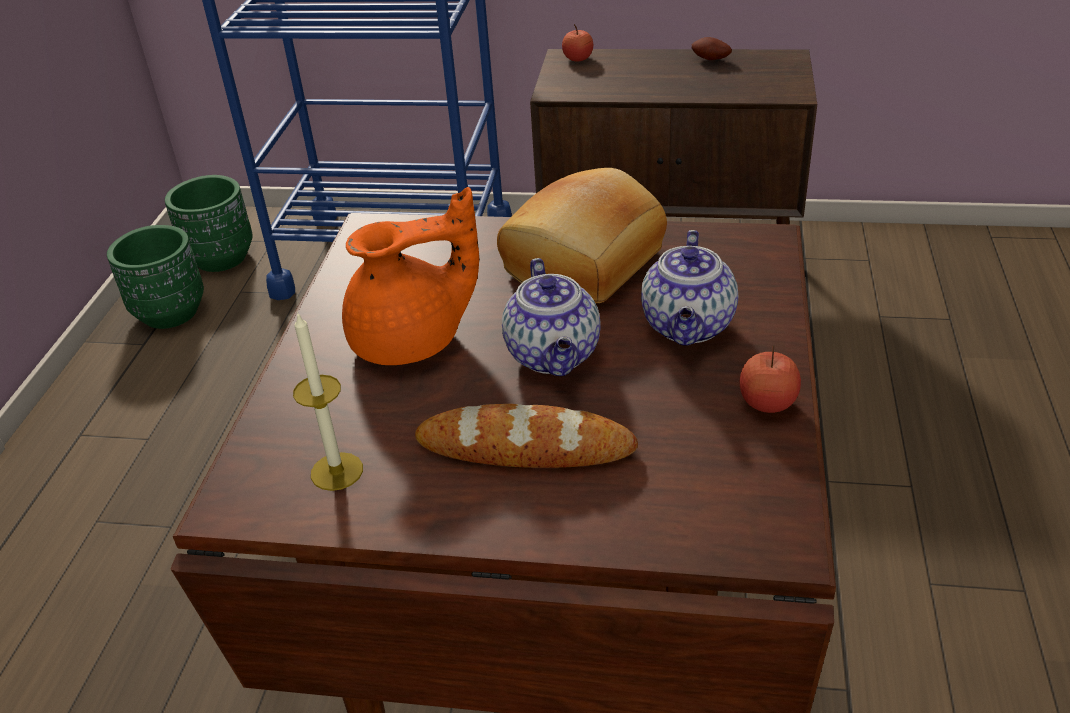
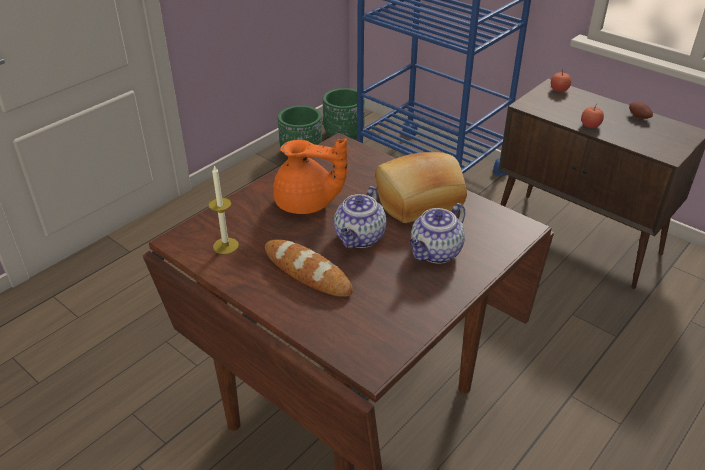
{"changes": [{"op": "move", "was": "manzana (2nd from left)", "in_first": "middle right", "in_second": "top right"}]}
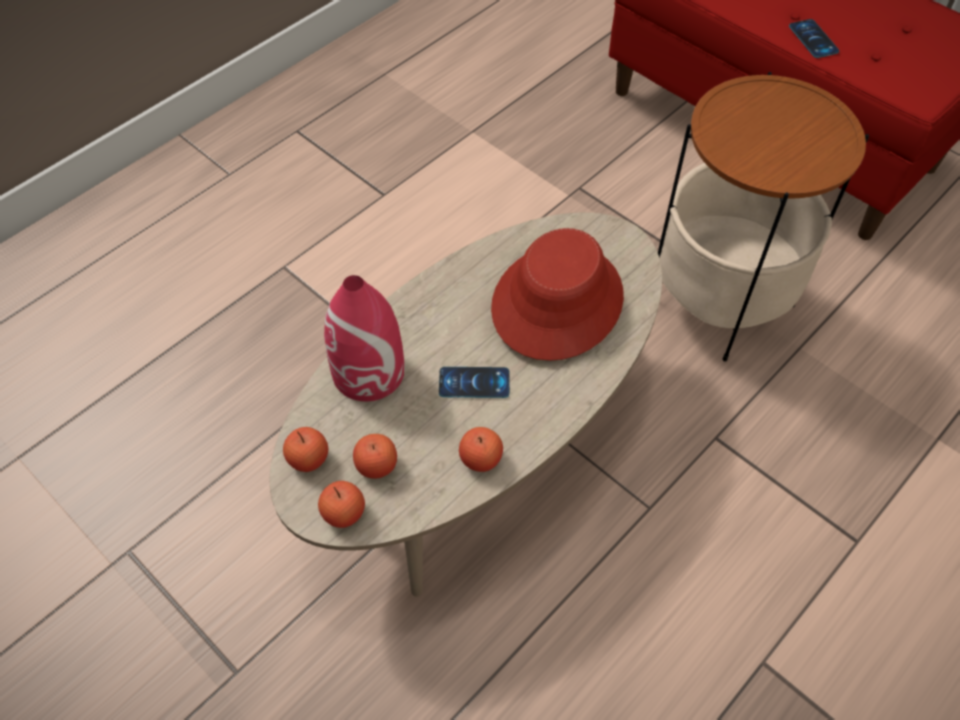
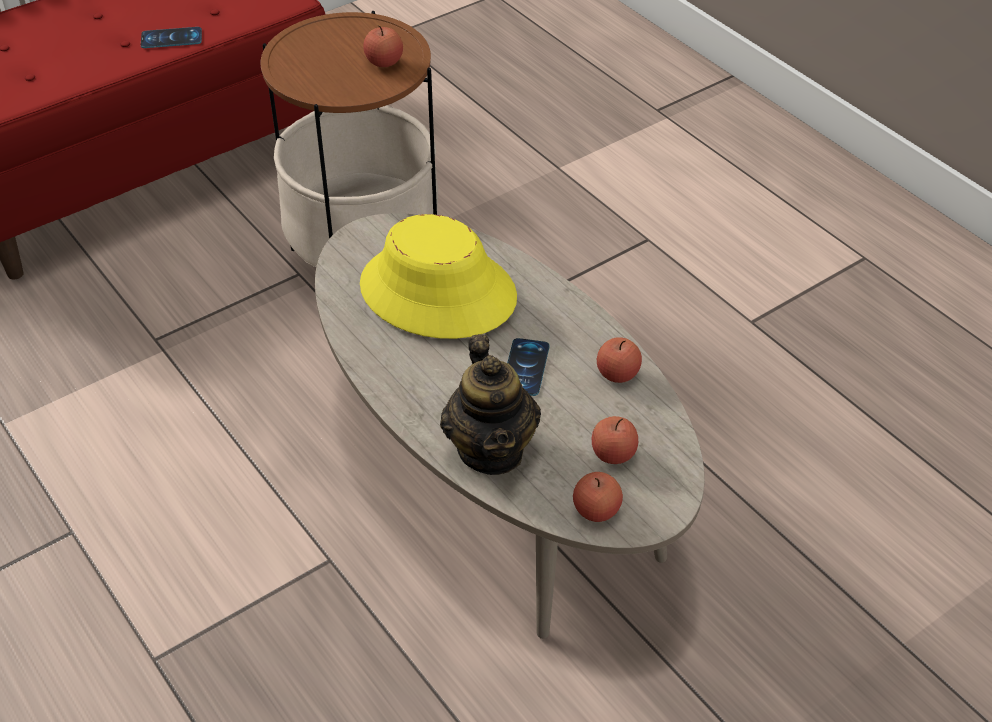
{"changes": [{"op": "recolor", "was": "sombrero/rojo", "now": "sombrero/amarillo", "in_first": "centre", "in_second": "centre"}, {"op": "replace", "was": "florero/rojo", "now": "tetera", "in_first": "centre", "in_second": "centre"}, {"op": "move", "was": "manzana (2nd from left in the first image)", "now": "manzana (1st from left)", "in_first": "bottom centre", "in_second": "top centre"}]}
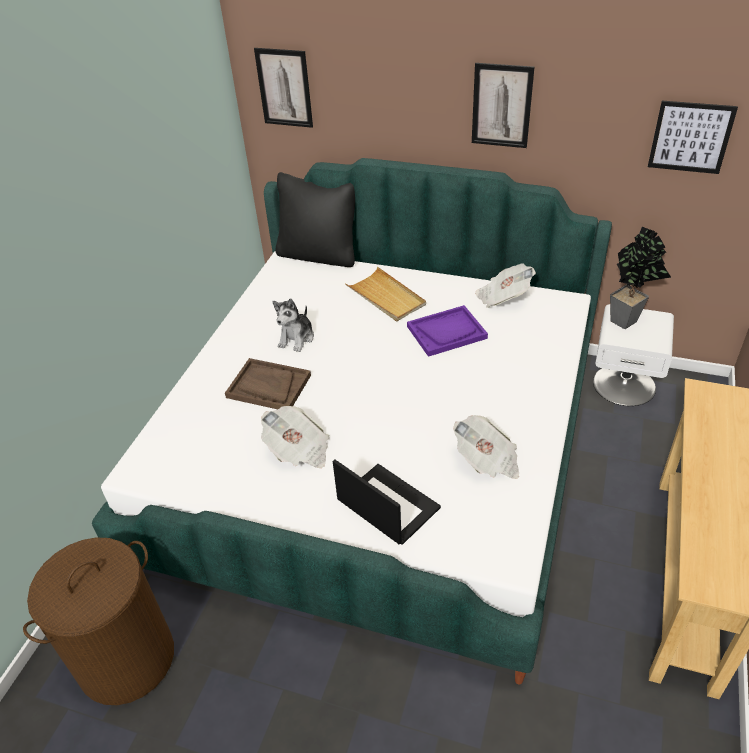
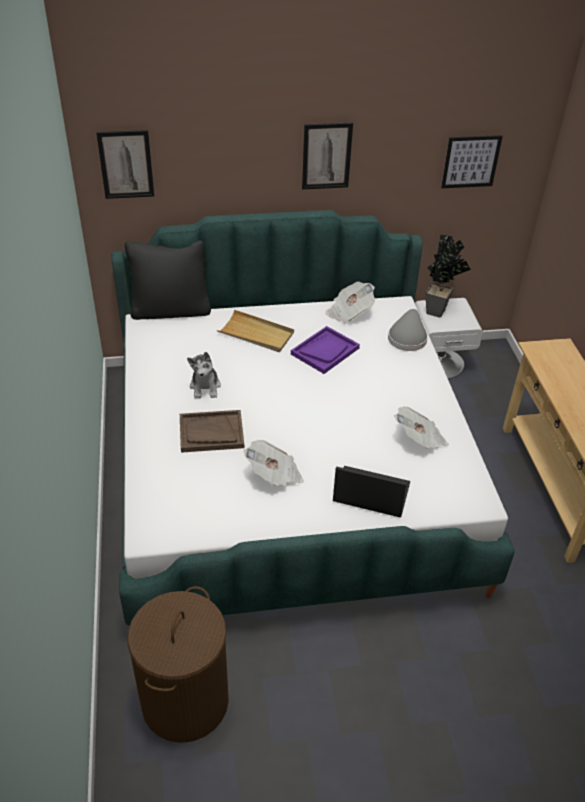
{"changes": [{"op": "insert", "now": "sombrero/gris", "in_second": "middle right"}]}
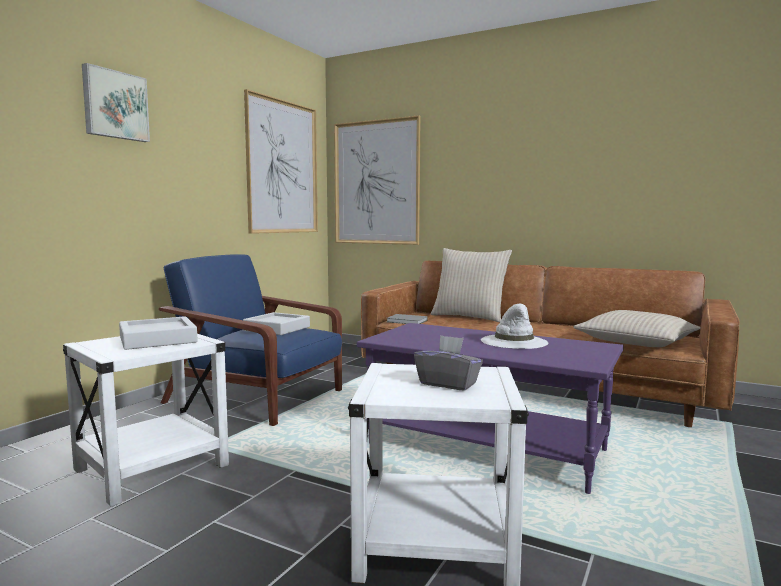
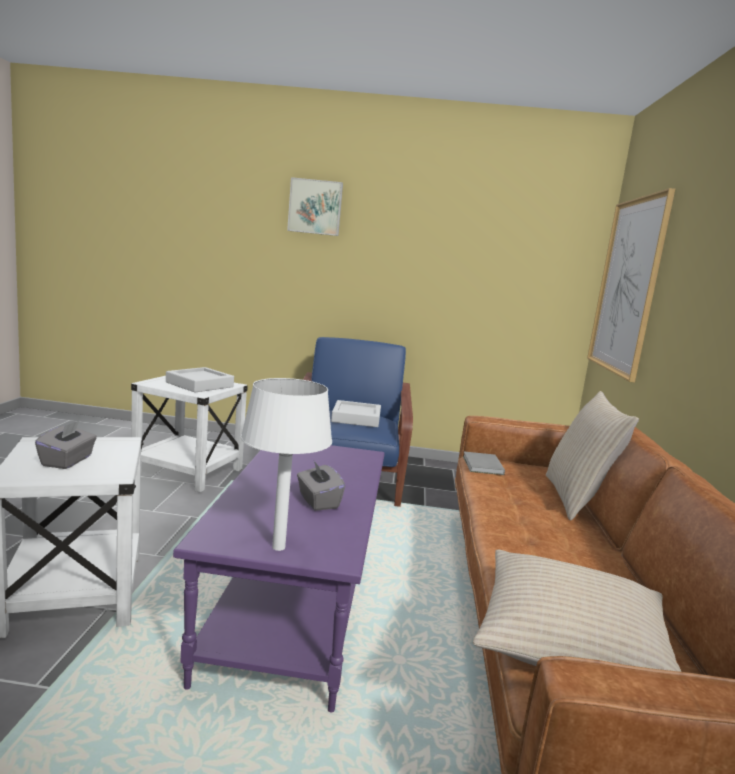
{"changes": [{"op": "delete", "was": "cuadro (2nd from left)", "in_first": "top centre"}, {"op": "replace", "was": "sombrero/blanco", "now": "caja de pañuelos/gris (2nd from left)", "in_first": "centre", "in_second": "centre"}, {"op": "insert", "now": "lámpara de mesa/blanco", "in_second": "centre"}]}
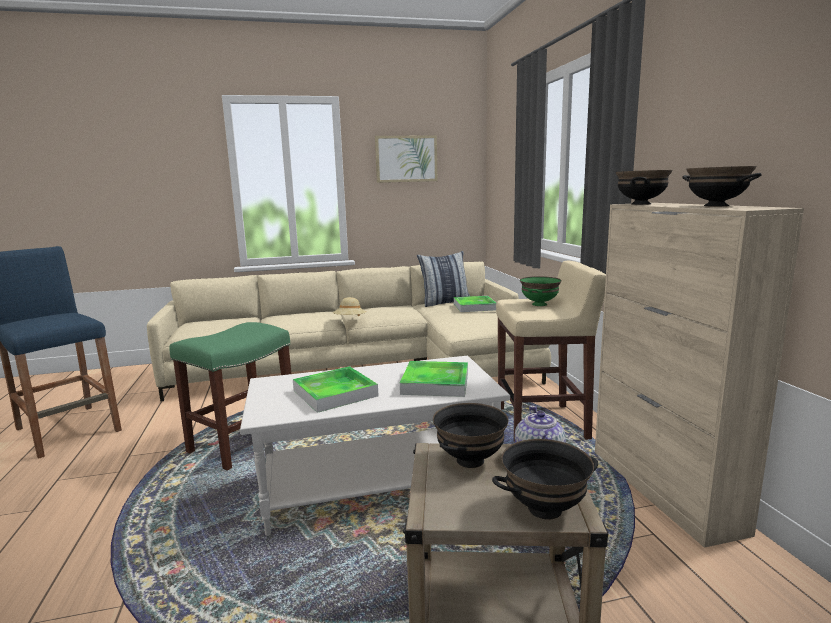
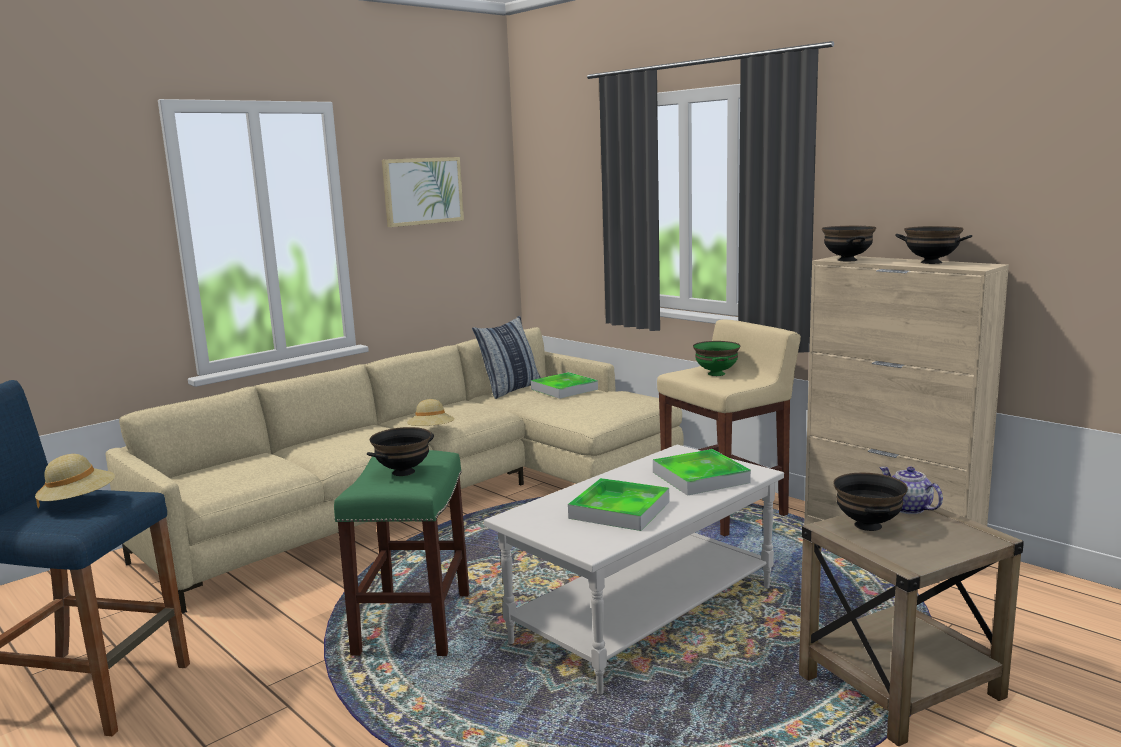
{"changes": [{"op": "move", "was": "cuenco/negro (2nd from left in the first image)", "now": "cuenco/negro (1st from left)", "in_first": "bottom centre", "in_second": "centre"}, {"op": "insert", "now": "sombrero/beis (1st from left)", "in_second": "middle left"}]}
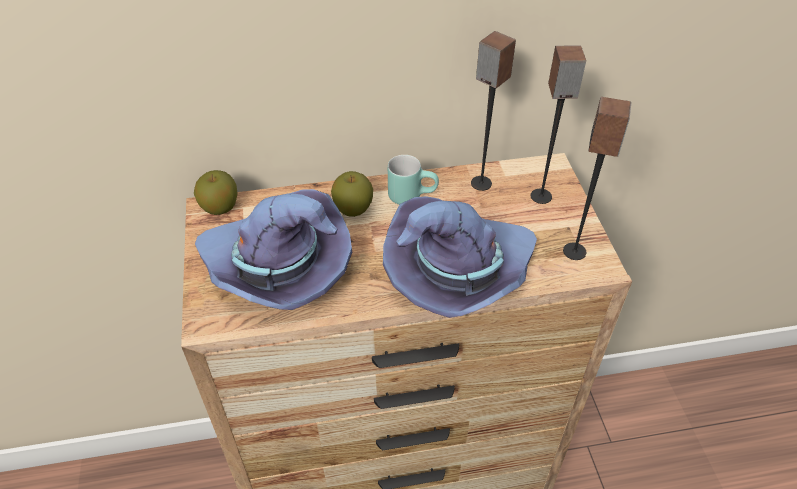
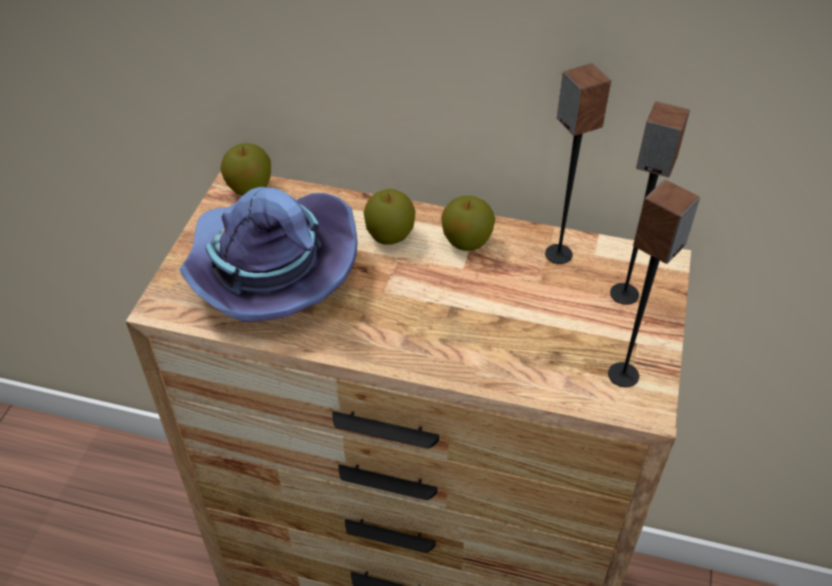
{"changes": [{"op": "replace", "was": "taza grande/turquesa", "now": "manzana (3rd from left)", "in_first": "centre", "in_second": "centre"}, {"op": "delete", "was": "sombrero/morado (2nd from left)", "in_first": "centre"}]}
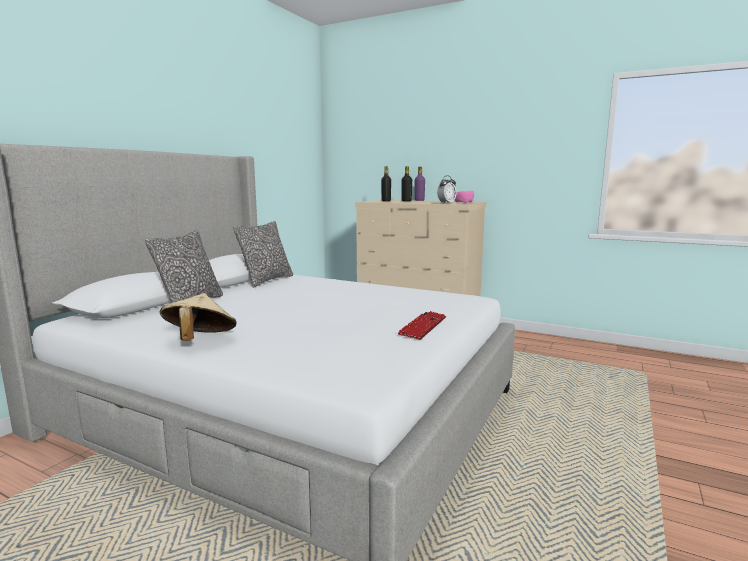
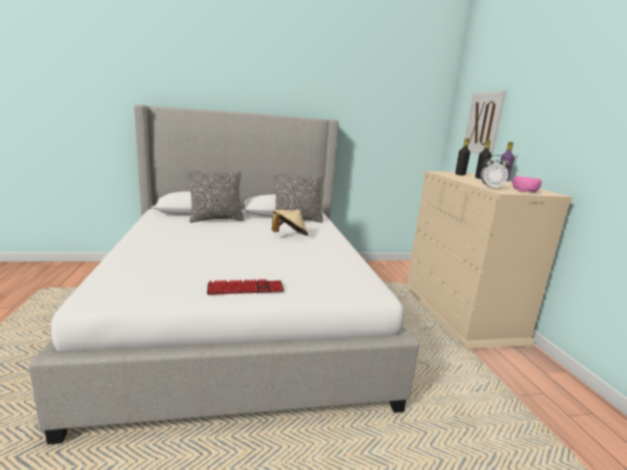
{"changes": [{"op": "move", "was": "sombrero/beis", "in_first": "middle left", "in_second": "centre"}, {"op": "insert", "now": "cuadro", "in_second": "top right"}]}
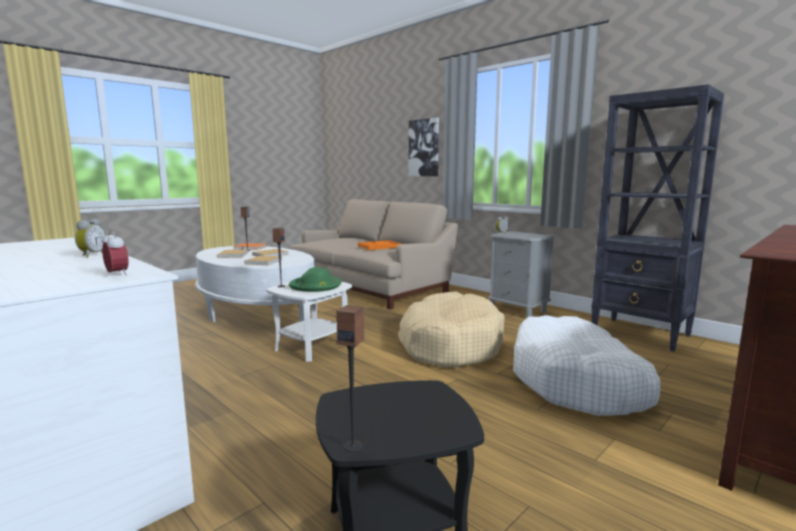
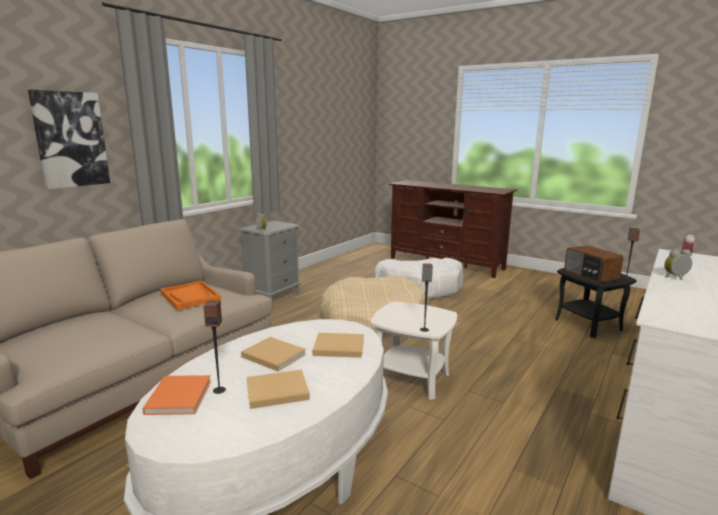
{"changes": [{"op": "delete", "was": "estantería/negro", "in_first": "middle right"}, {"op": "delete", "was": "sombrero/verde", "in_first": "centre"}, {"op": "insert", "now": "radio", "in_second": "middle right"}]}
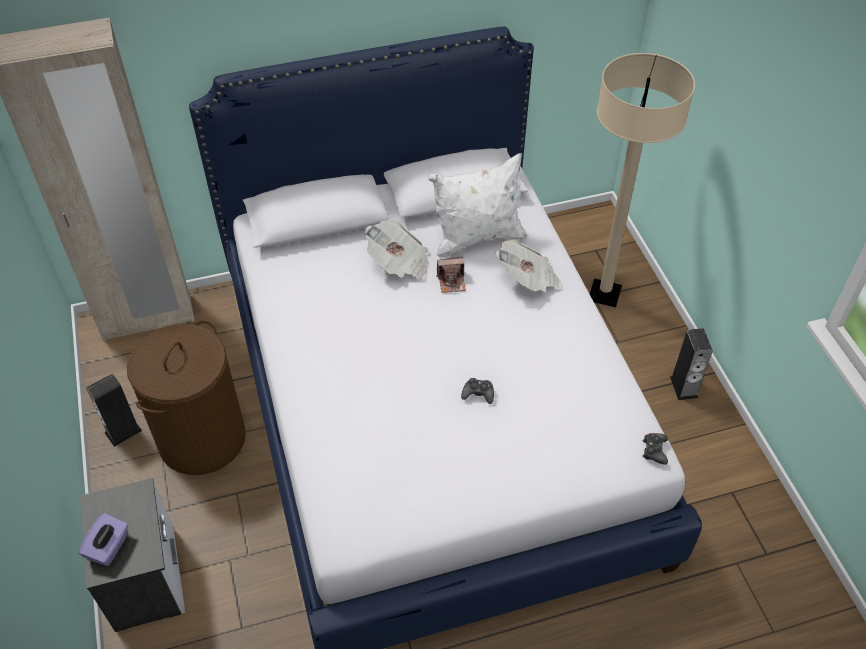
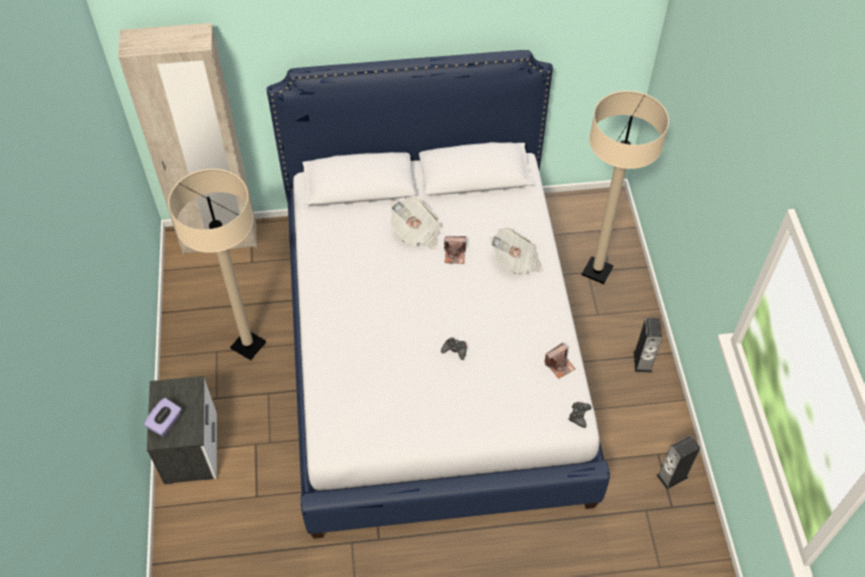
{"changes": [{"op": "delete", "was": "cojín/blanco", "in_first": "top centre"}, {"op": "replace", "was": "cesto de la ropa/marrón", "now": "lámpara de pie/beis (1st from left)", "in_first": "middle left", "in_second": "middle left"}, {"op": "move", "was": "altavoz (1st from left in the first image)", "now": "altavoz (2nd from left)", "in_first": "middle left", "in_second": "bottom right"}, {"op": "insert", "now": "cámara (2nd from left)", "in_second": "centre"}]}
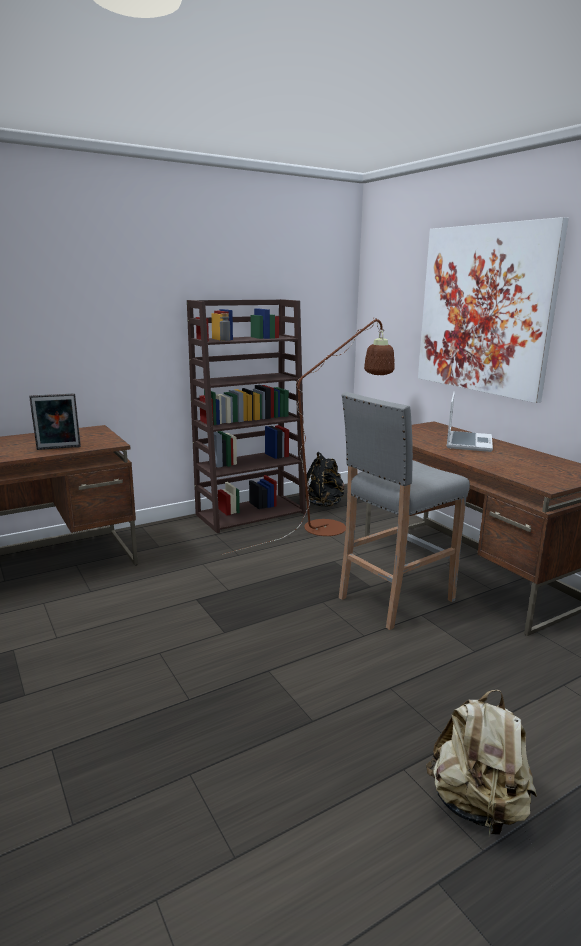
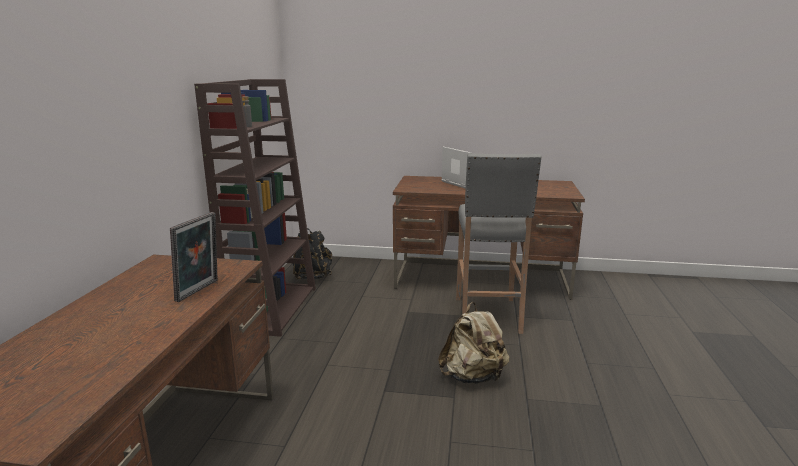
{"changes": [{"op": "delete", "was": "cuadro", "in_first": "top right"}, {"op": "delete", "was": "lámpara de pie/marrón", "in_first": "centre"}, {"op": "move", "was": "mochila/beis", "in_first": "bottom right", "in_second": "bottom centre"}]}
